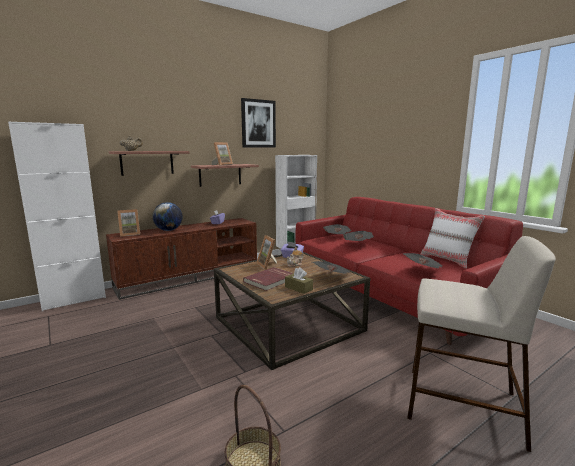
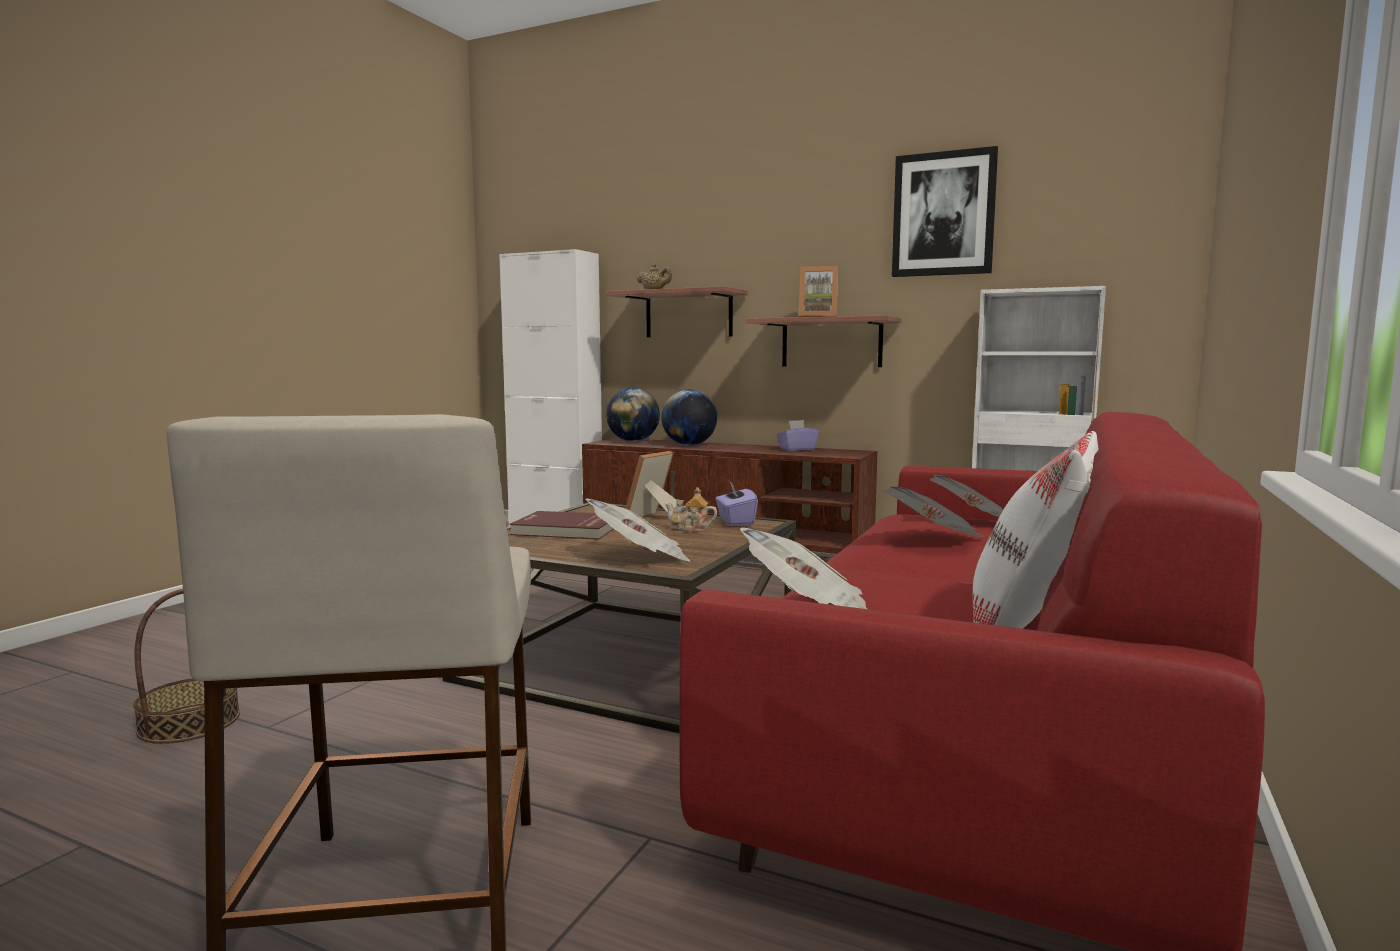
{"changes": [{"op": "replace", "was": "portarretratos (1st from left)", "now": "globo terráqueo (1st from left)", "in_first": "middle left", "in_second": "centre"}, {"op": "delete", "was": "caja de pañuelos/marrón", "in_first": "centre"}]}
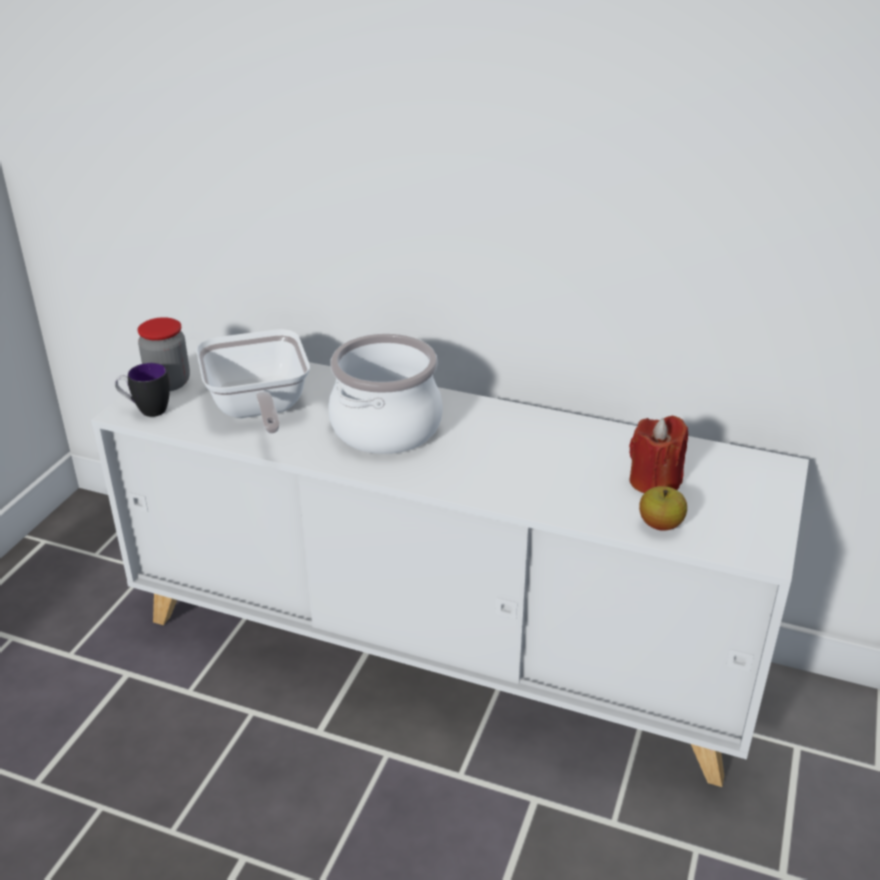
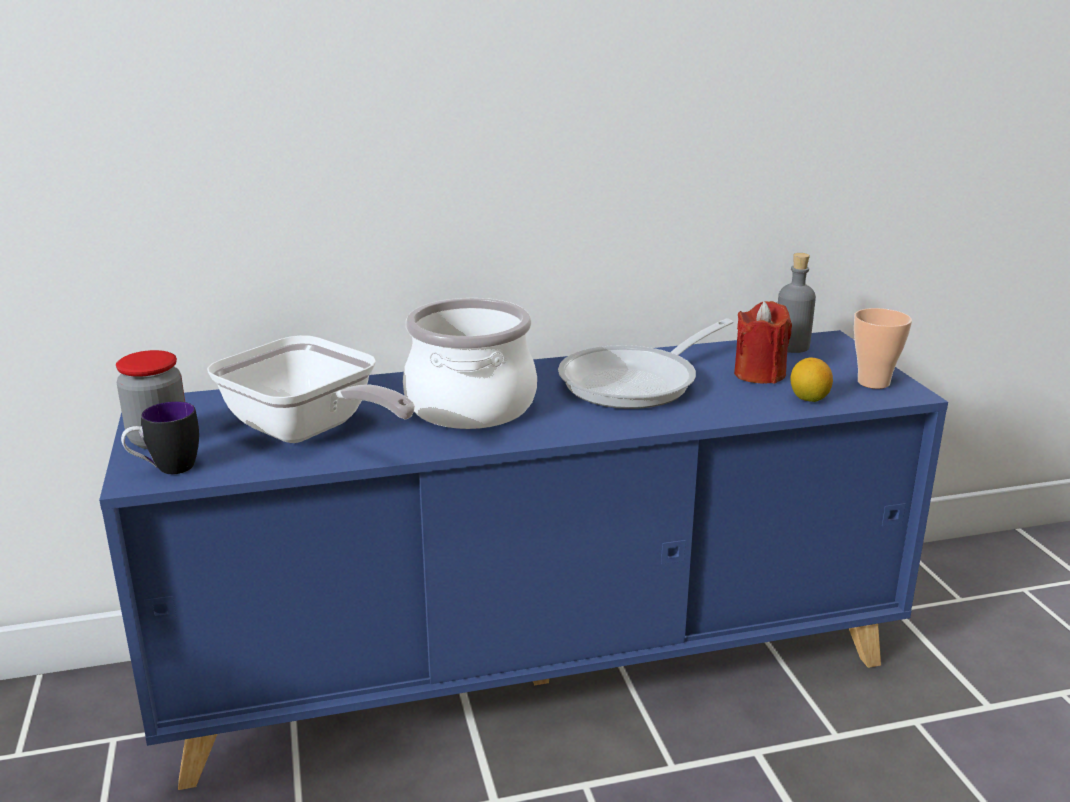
{"changes": [{"op": "recolor", "was": "armario/blanco", "now": "armario/azul", "in_first": "centre", "in_second": "bottom centre"}, {"op": "replace", "was": "manzana", "now": "limón", "in_first": "middle right", "in_second": "middle right"}, {"op": "insert", "now": "botella/gris", "in_second": "middle right"}, {"op": "insert", "now": "taza", "in_second": "middle right"}, {"op": "insert", "now": "sartén (2nd from left)", "in_second": "centre"}]}
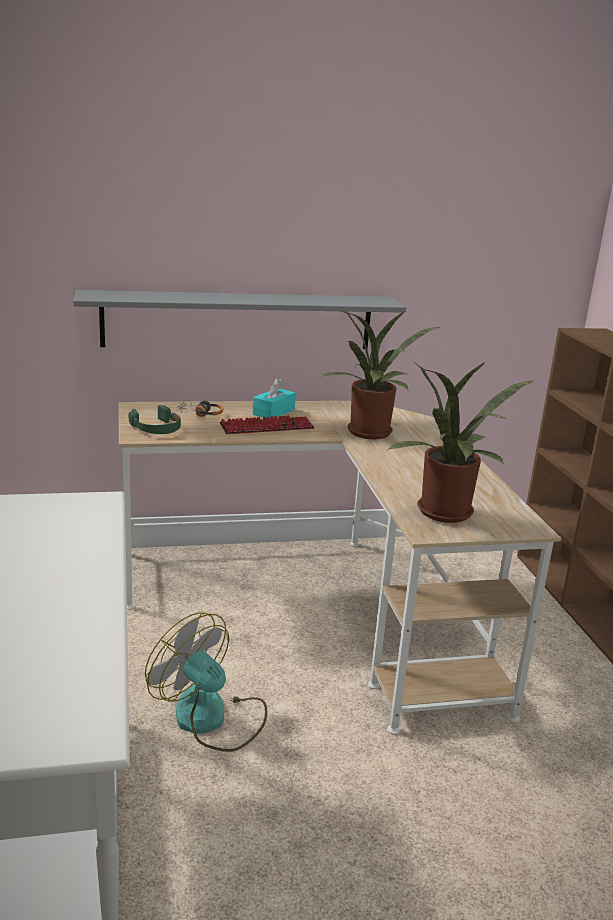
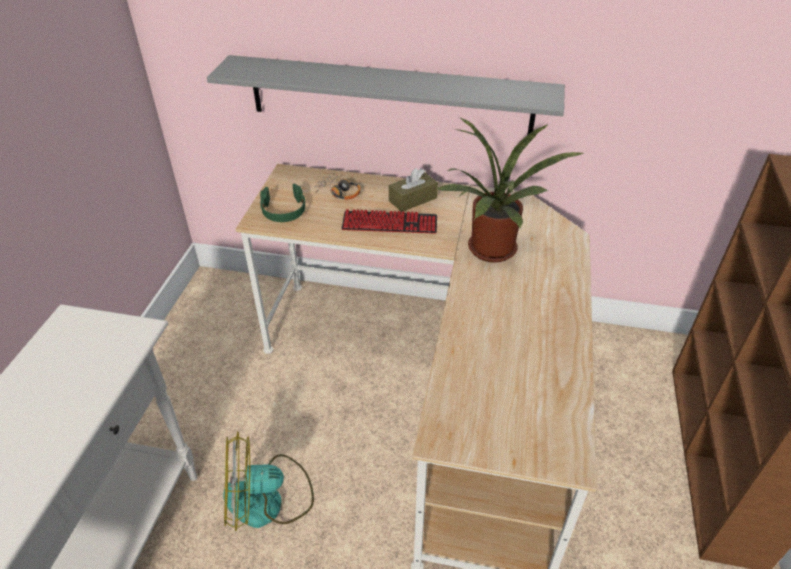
{"changes": [{"op": "delete", "was": "planta en maceta (2nd from left)", "in_first": "middle right"}, {"op": "recolor", "was": "caja de pañuelos/turquesa", "now": "caja de pañuelos/marrón", "in_first": "centre", "in_second": "centre"}, {"op": "rotate", "was": "ventilador", "in_first": "bottom centre", "in_second": "bottom centre", "clockwise": -75}]}
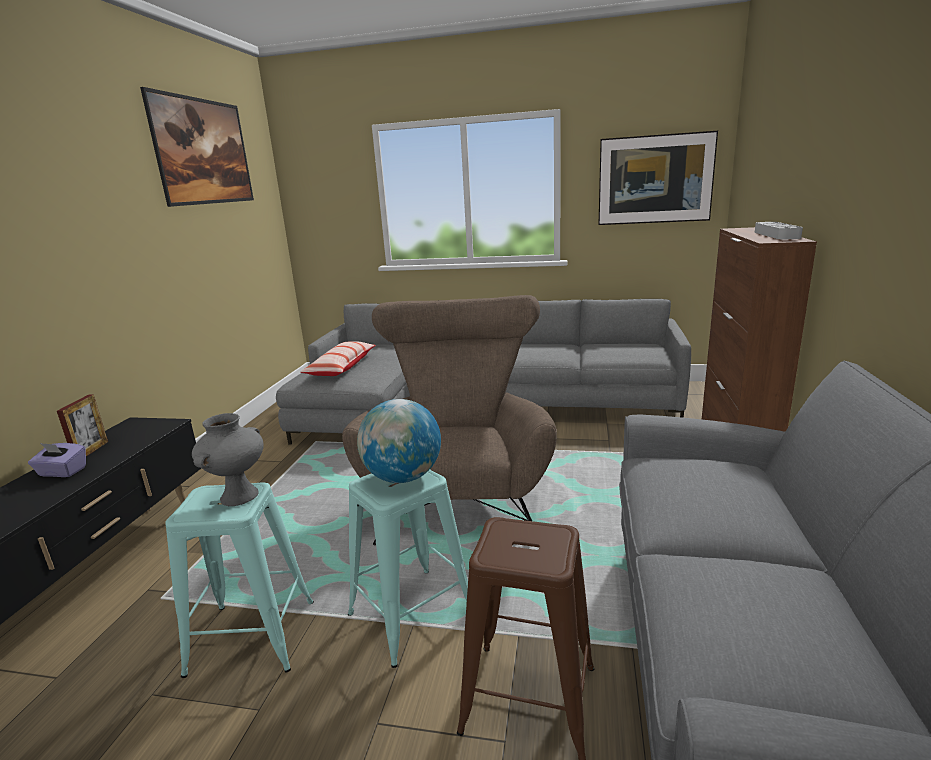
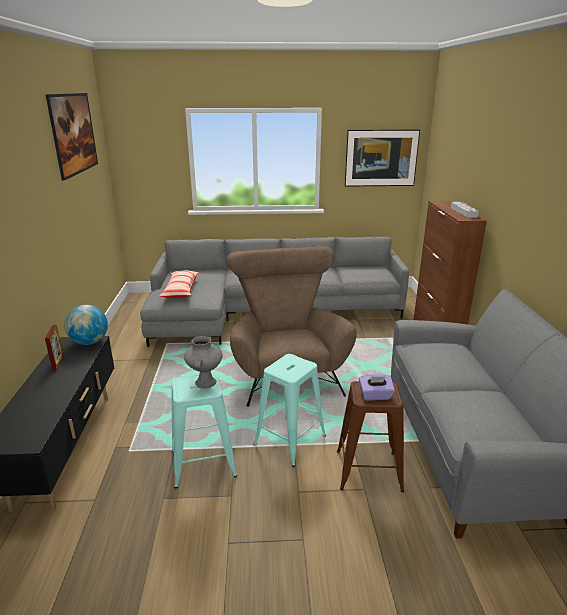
{"changes": [{"op": "move", "was": "globo terráqueo", "in_first": "centre", "in_second": "middle left"}, {"op": "move", "was": "caja de pañuelos/morado", "in_first": "middle left", "in_second": "centre"}]}
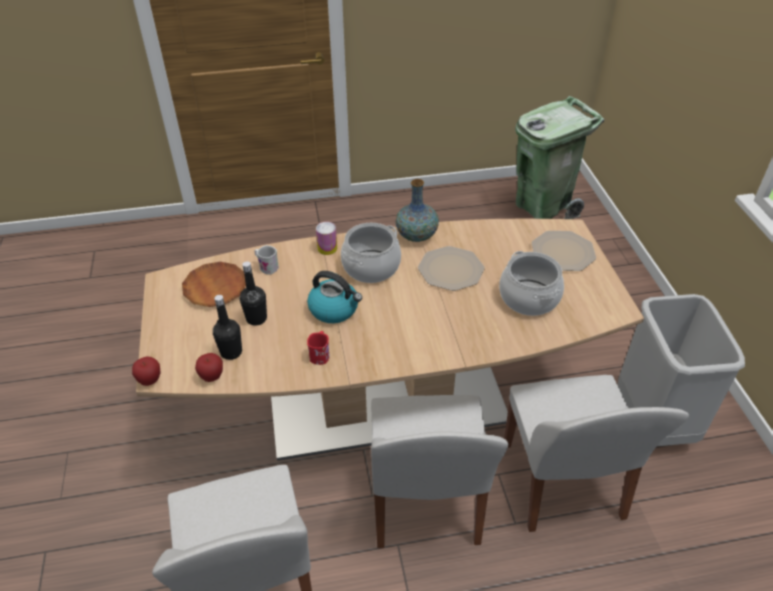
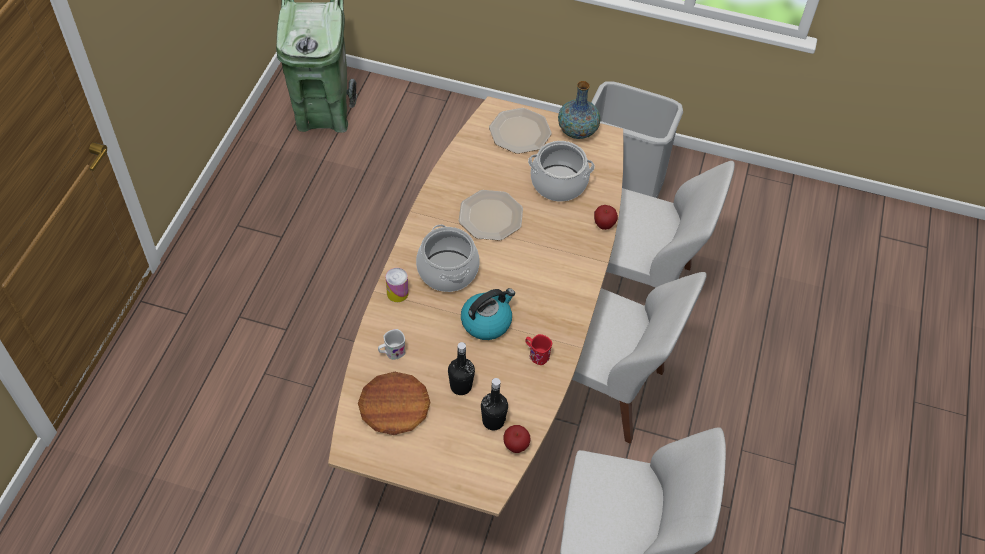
{"changes": [{"op": "move", "was": "florero", "in_first": "centre", "in_second": "top centre"}, {"op": "move", "was": "manzana (1st from left in the first image)", "now": "manzana (2nd from left)", "in_first": "middle left", "in_second": "centre"}]}
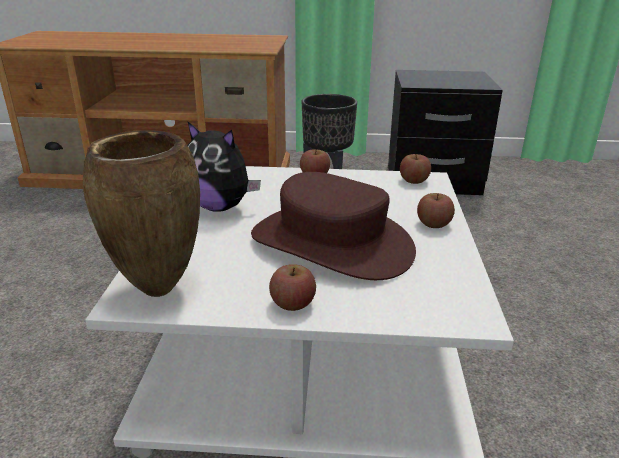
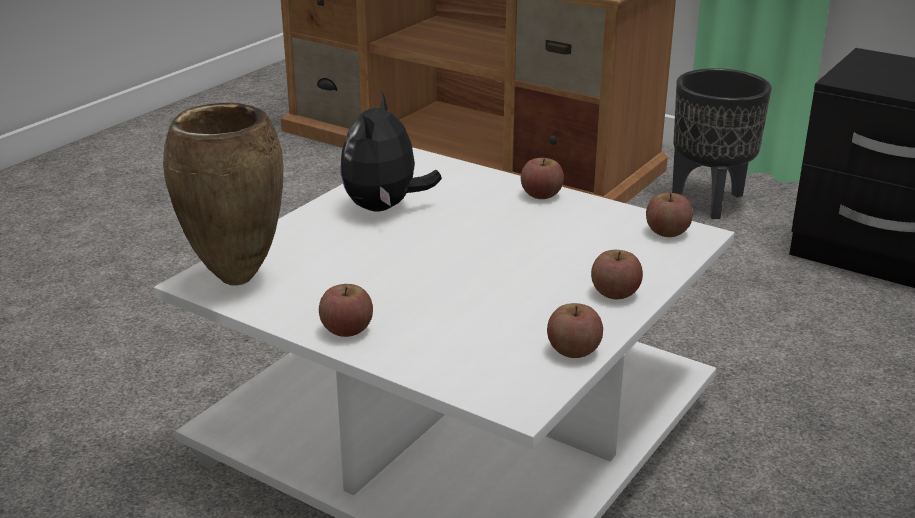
{"changes": [{"op": "rotate", "was": "peluche", "in_first": "centre", "in_second": "top centre", "clockwise": 45}, {"op": "delete", "was": "sombrero/marrón", "in_first": "centre"}, {"op": "insert", "now": "manzana (3rd from left)", "in_second": "centre"}]}
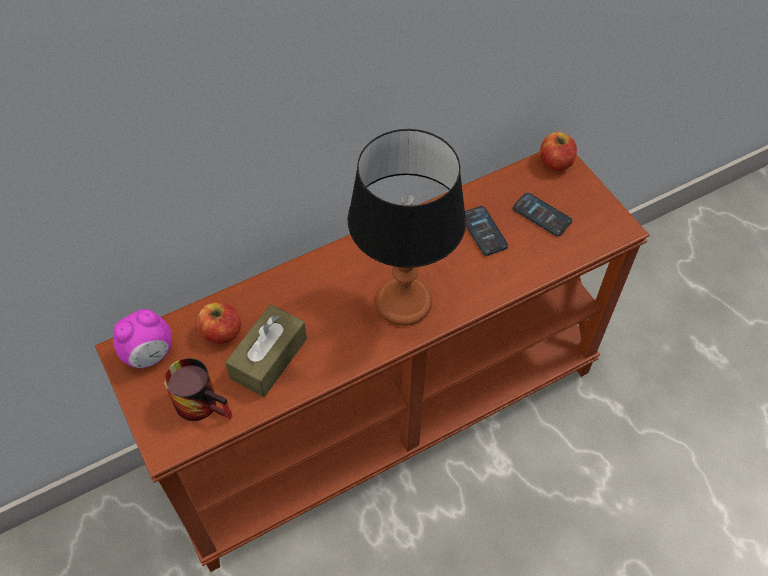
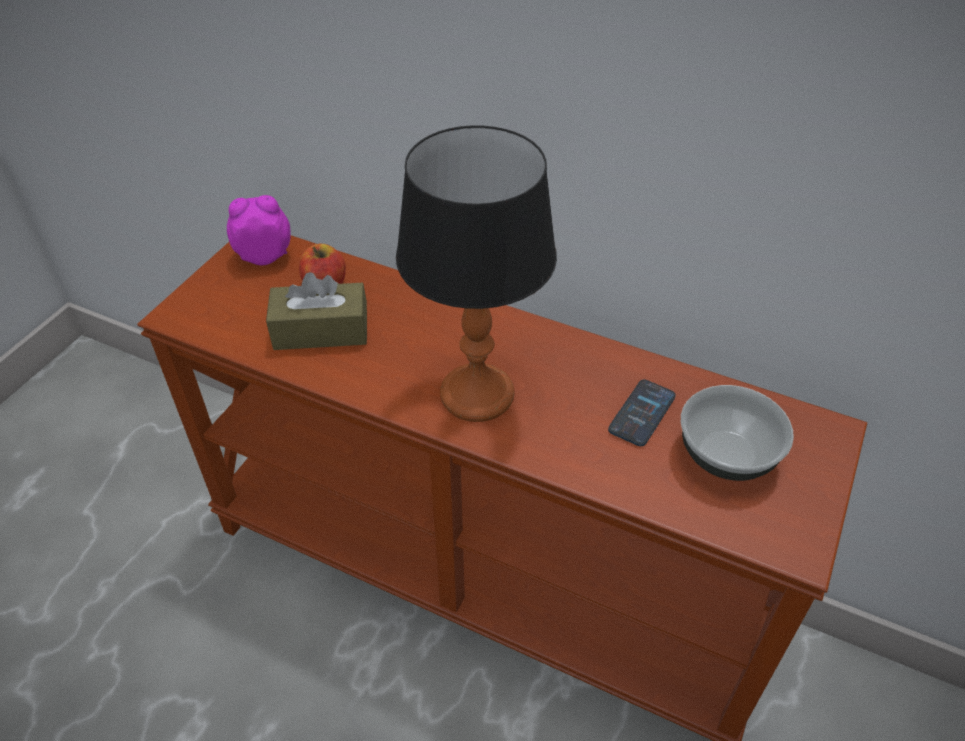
{"changes": [{"op": "delete", "was": "manzana (2nd from left)", "in_first": "top right"}, {"op": "replace", "was": "móvil (2nd from left)", "now": "cuenco", "in_first": "middle right", "in_second": "middle right"}, {"op": "rotate", "was": "despertador", "in_first": "middle left", "in_second": "top left", "clockwise": 150}, {"op": "delete", "was": "taza grande", "in_first": "bottom left"}]}
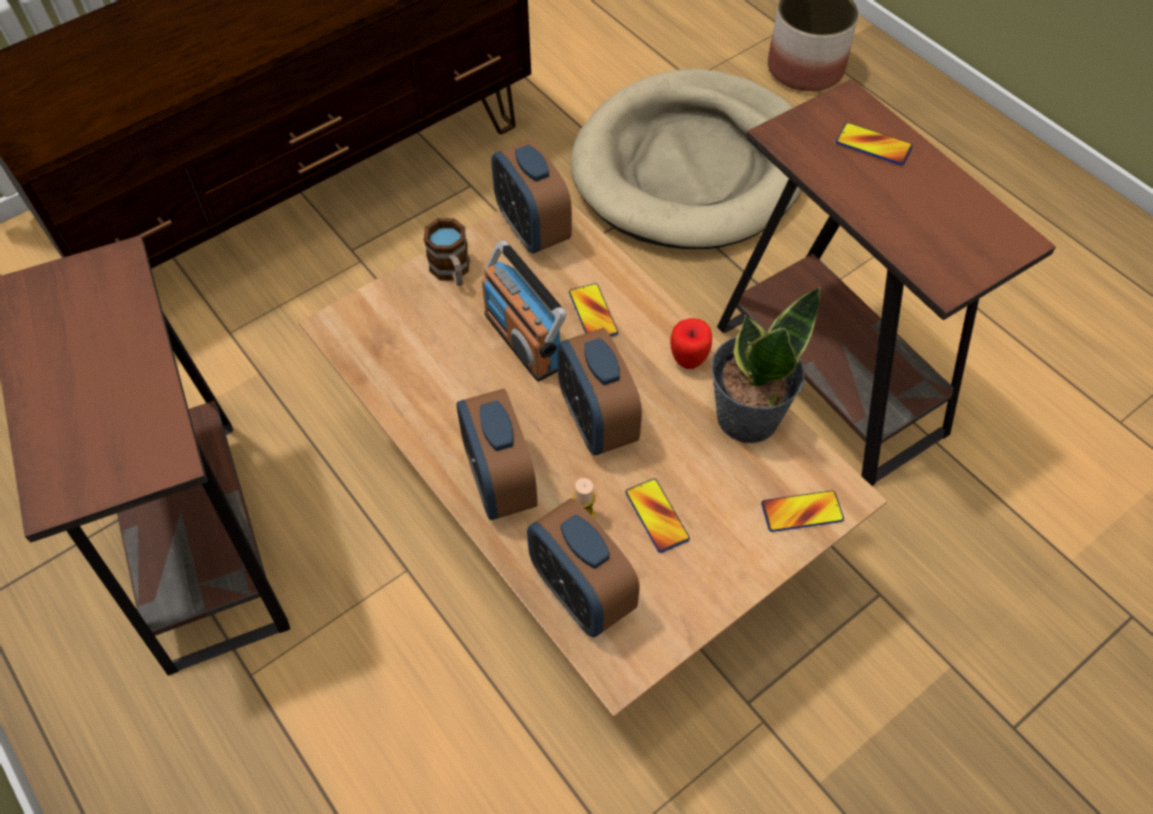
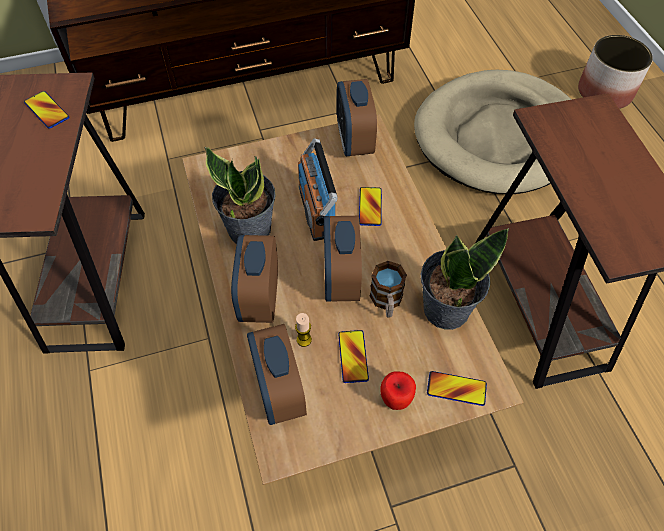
{"changes": [{"op": "move", "was": "móvil (4th from left in the first image)", "now": "móvil (1st from left)", "in_first": "top right", "in_second": "top left"}, {"op": "move", "was": "taza grande", "in_first": "top centre", "in_second": "centre"}, {"op": "move", "was": "manzana", "in_first": "centre", "in_second": "bottom centre"}, {"op": "insert", "now": "planta en maceta (1st from left)", "in_second": "centre"}]}
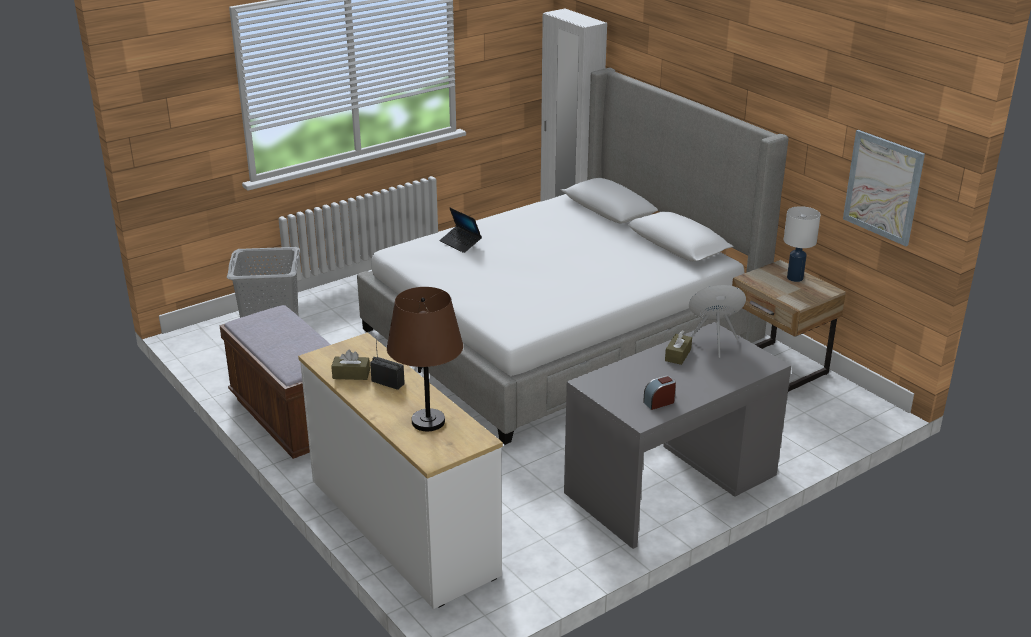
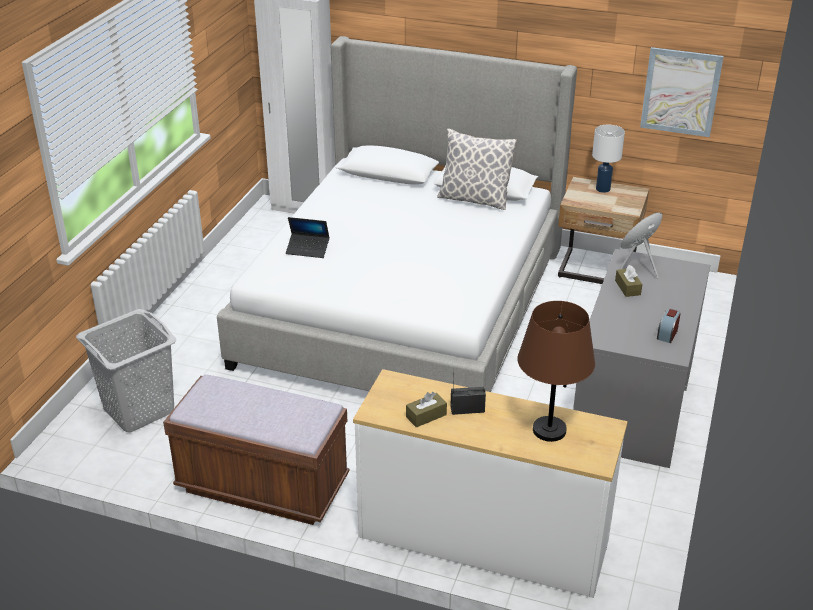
{"changes": [{"op": "insert", "now": "cojín", "in_second": "top centre"}]}
